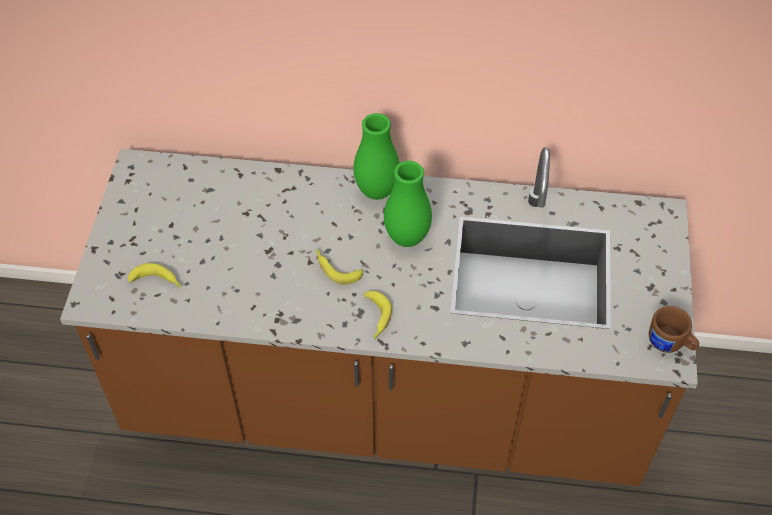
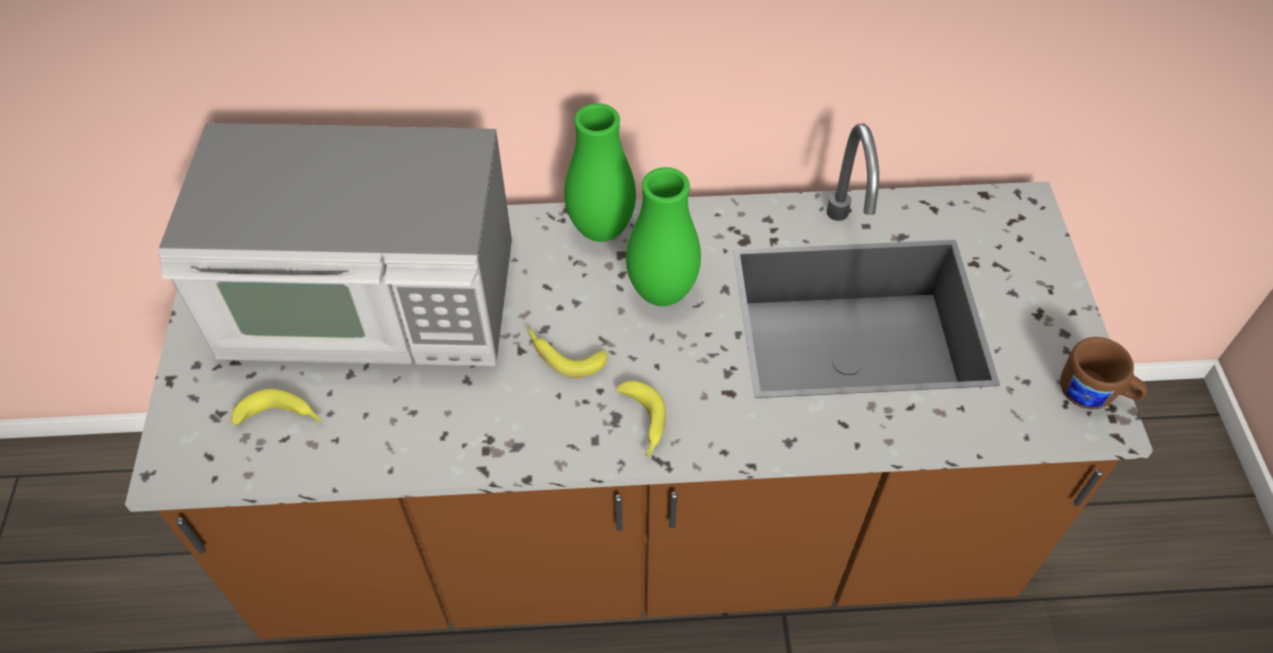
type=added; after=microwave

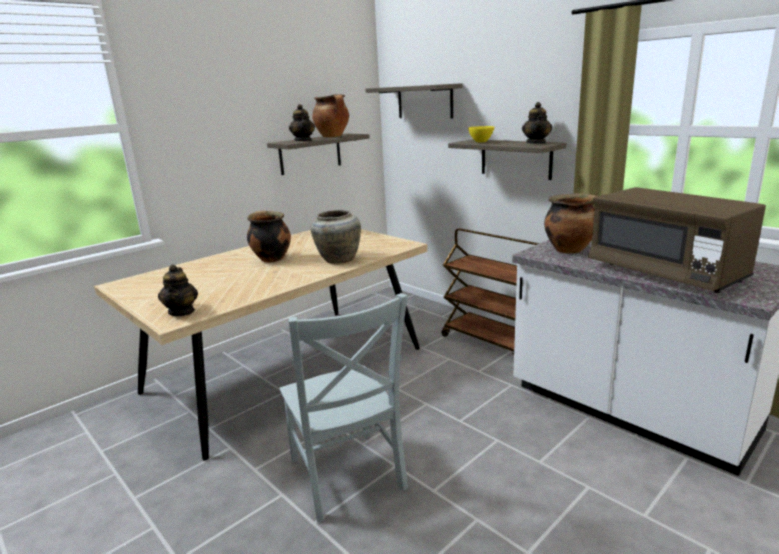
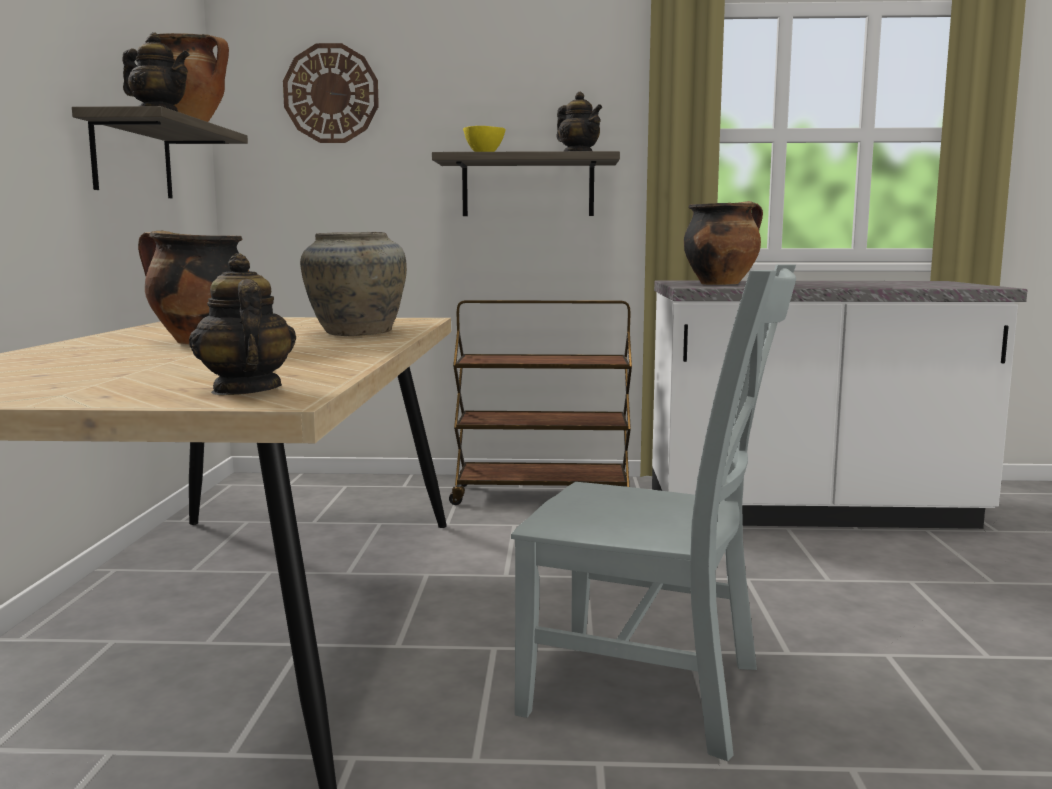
type=removed; before=brown microwave
type=replaced; before=shelf (2nd from left); after=wall clock
type=turned; before=teapot (1st from left in the first image); turn=-150

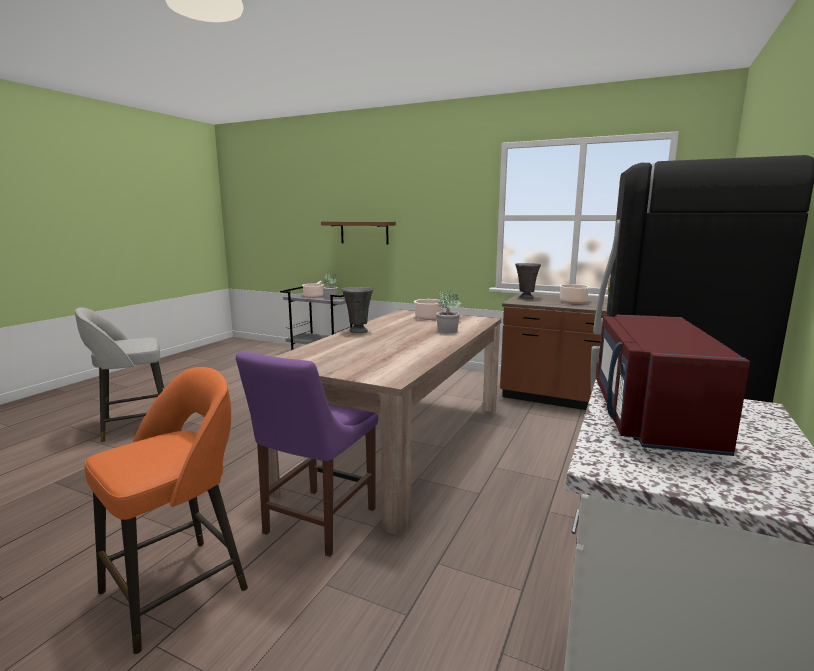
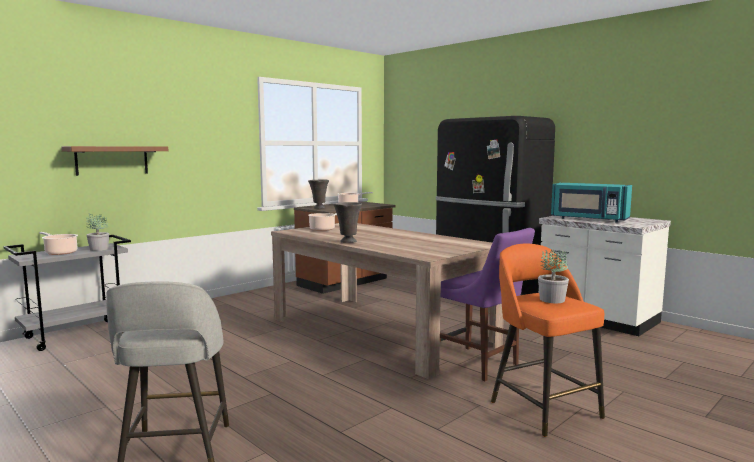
type=moved; before=potted plant (2nd from left)
type=recoloured; before=red microwave; after=turquoise microwave

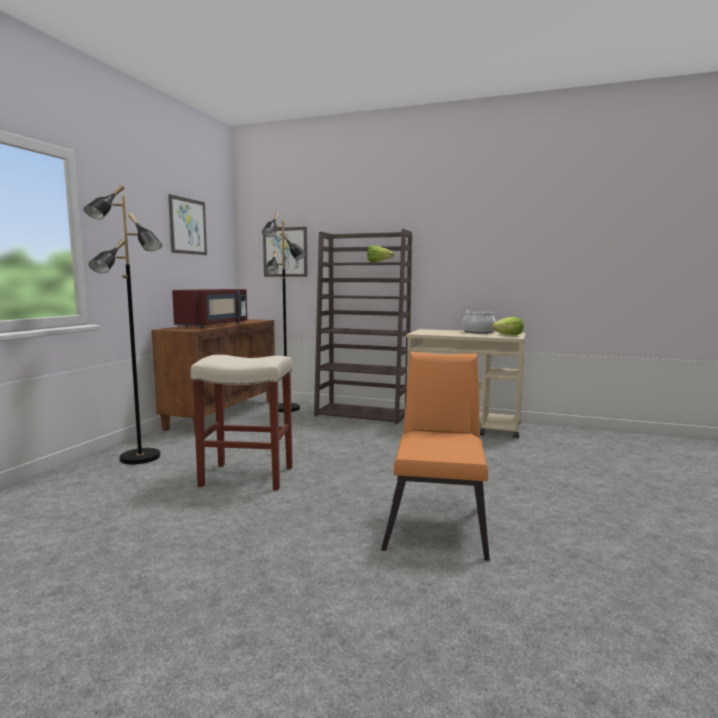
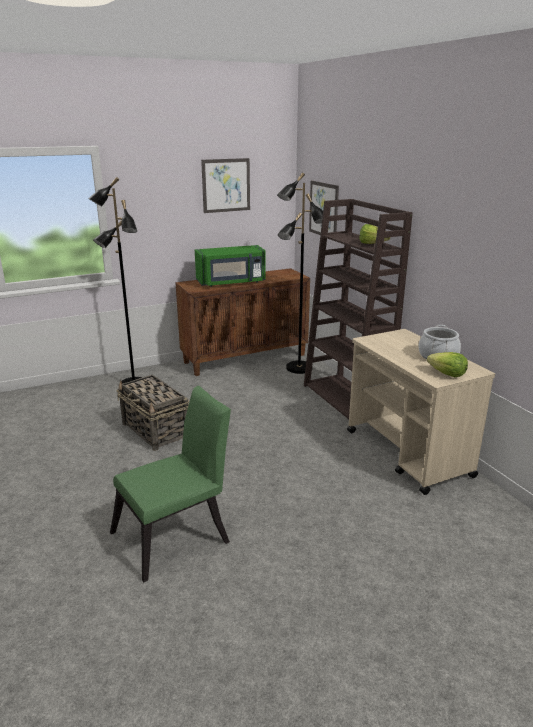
type=replaced; before=beige stool; after=basket
type=recoloured; before=red microwave; after=green microwave
type=recoloured; before=orange chair; after=green chair

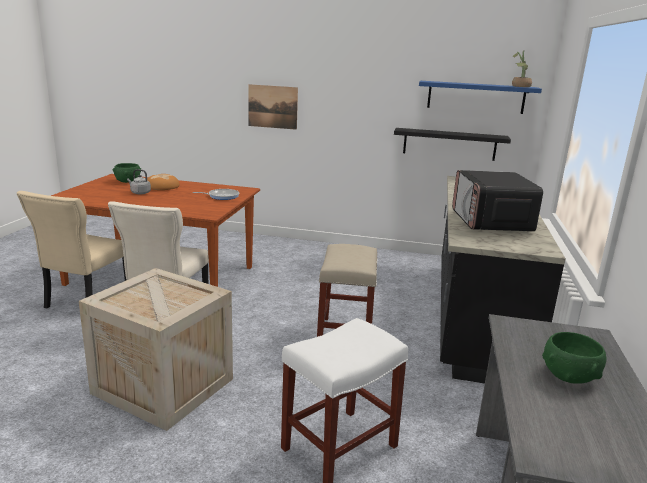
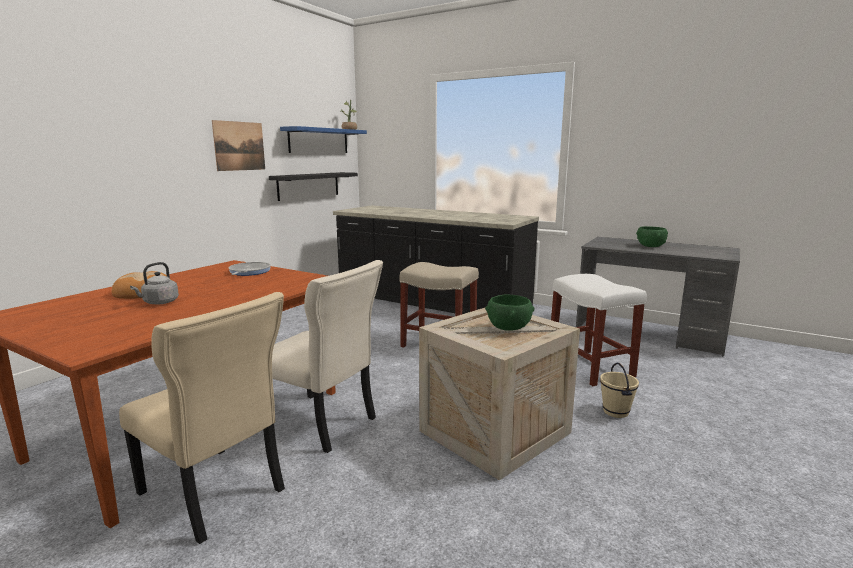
type=removed; before=microwave
type=added; after=beige bucket
type=moved; before=green bowl (1st from left)
type=moved; before=picture

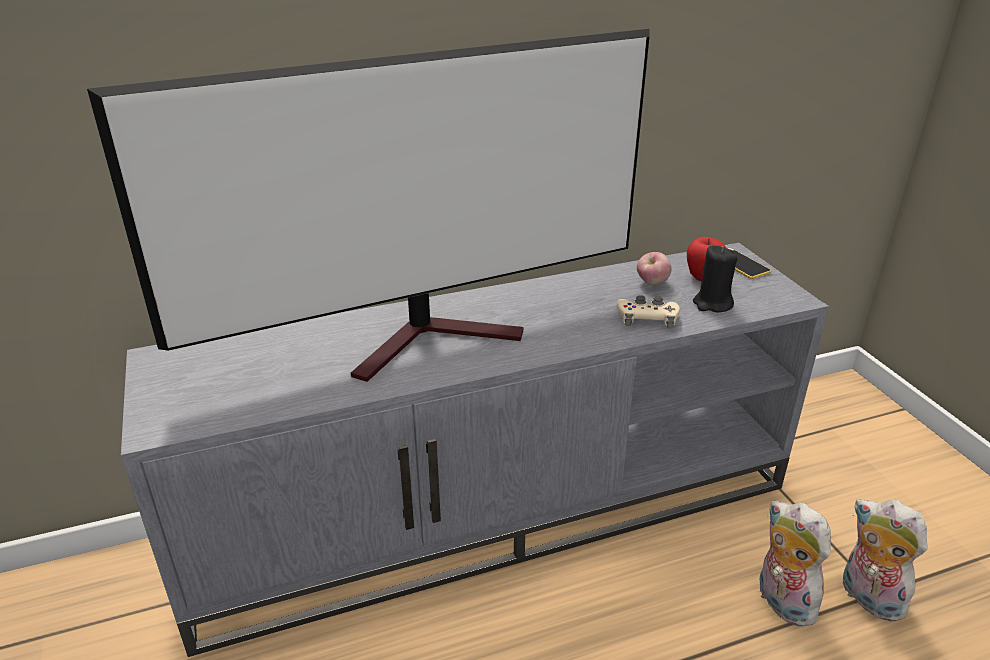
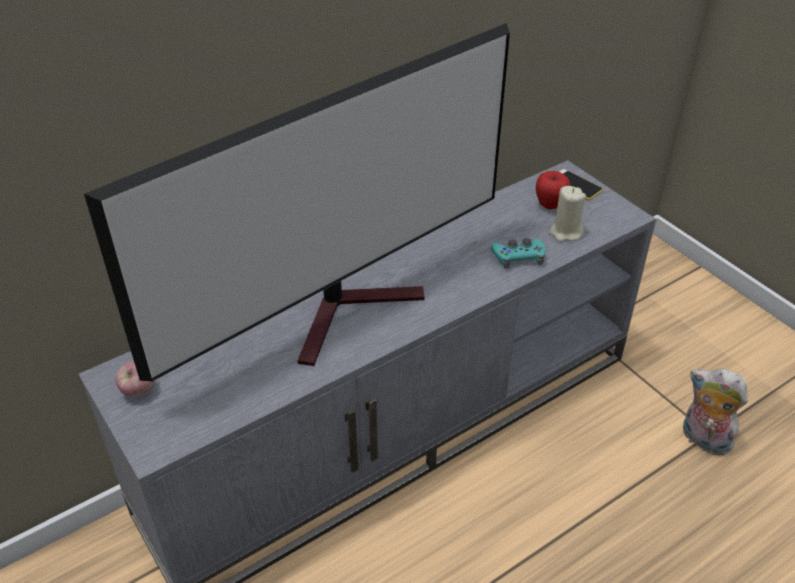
type=removed; before=plush toy (1st from left)
type=moved; before=apple (1st from left)
type=recoloured; before=beige game controller; after=turquoise game controller
type=recoloured; before=black candle; after=beige candle

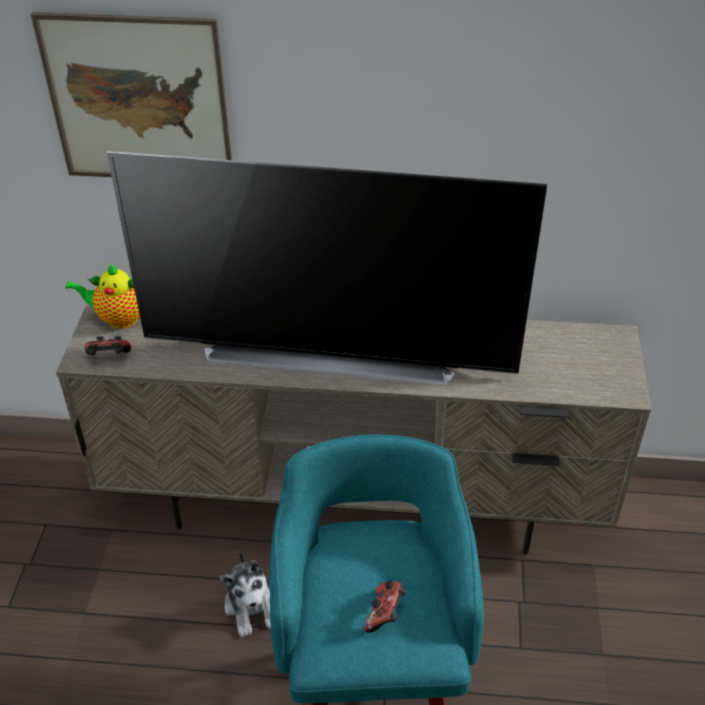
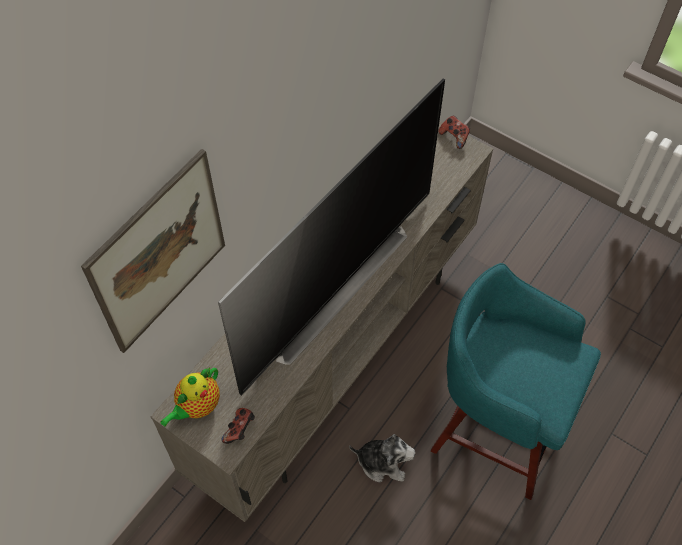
type=moved; before=game controller (2nd from left)

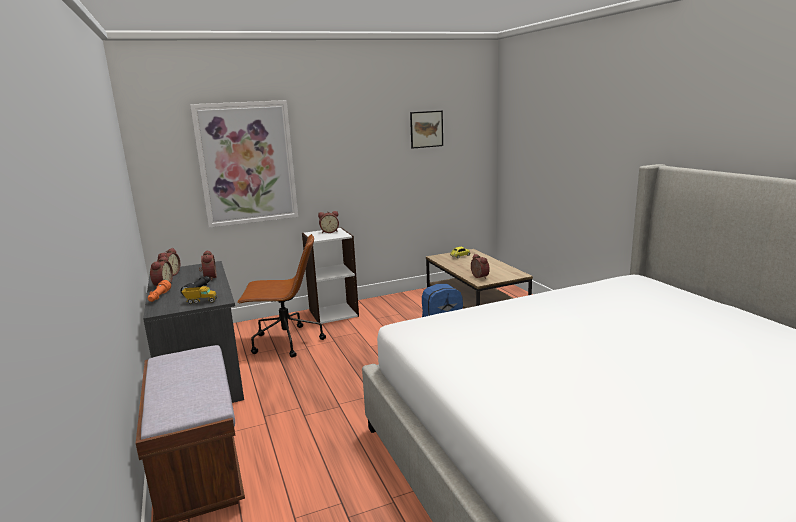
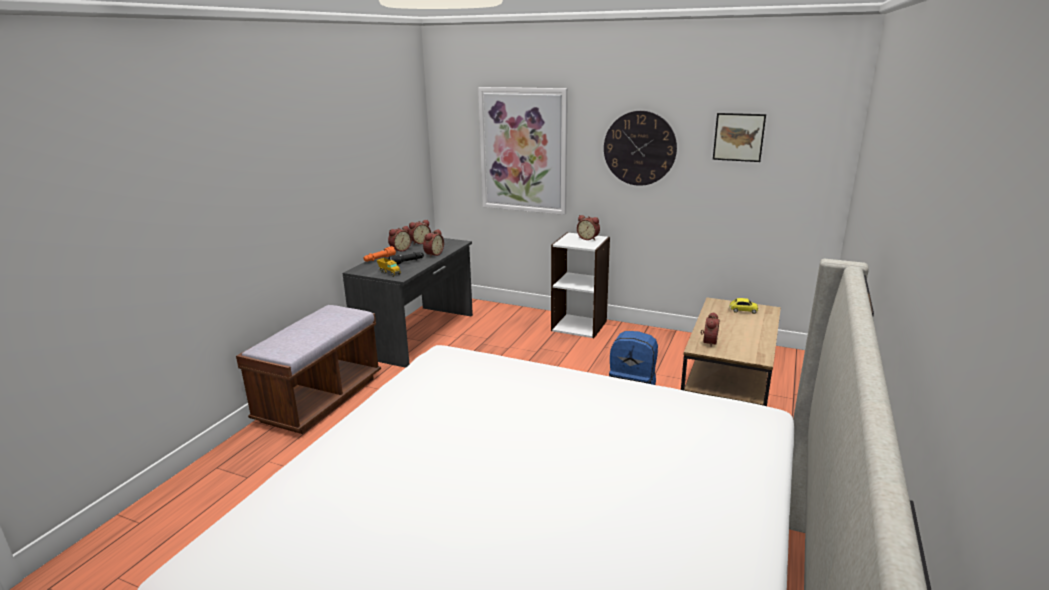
type=removed; before=brown office chair
type=added; after=wall clock

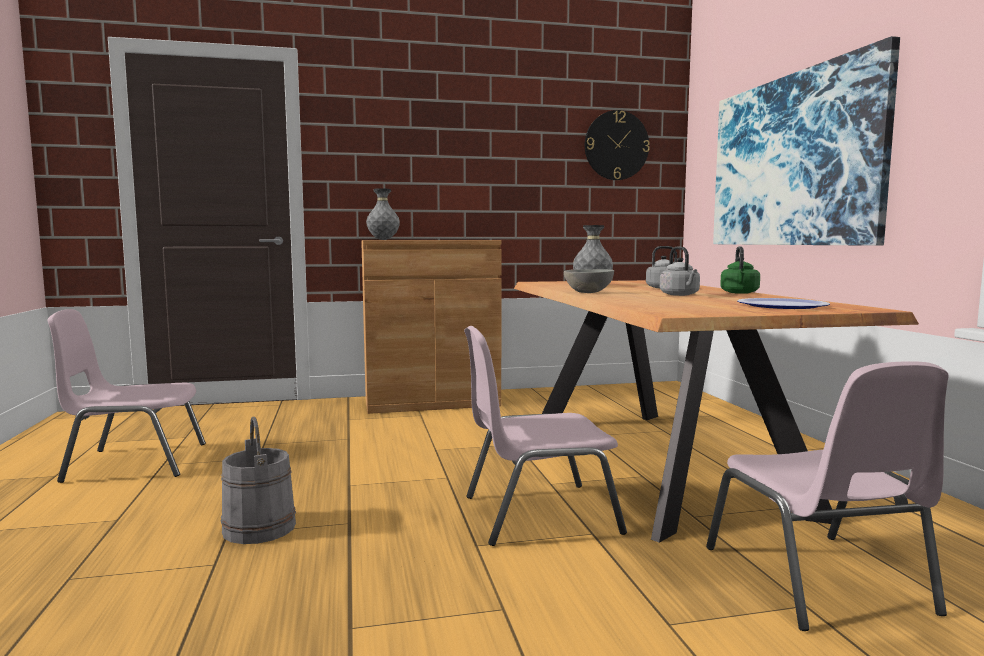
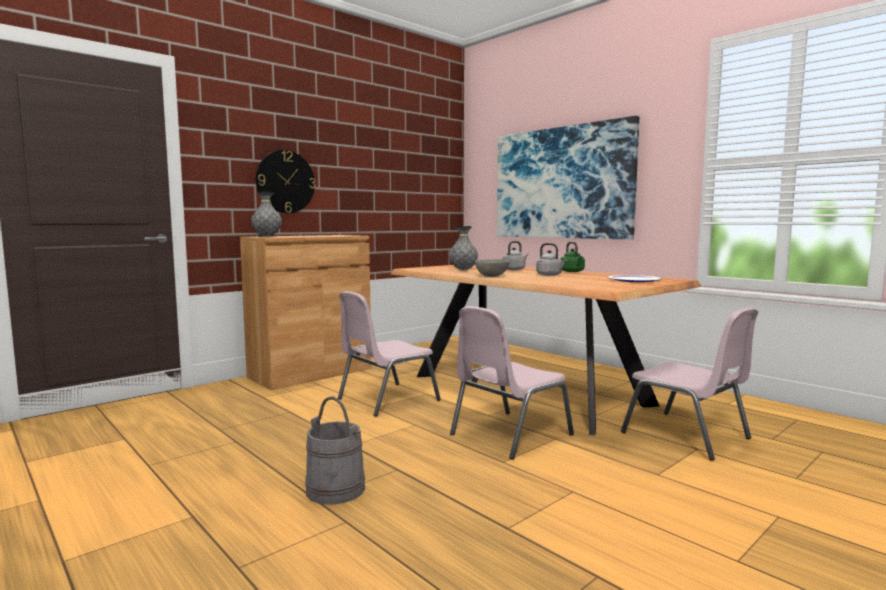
type=moved; before=pink chair (1st from left)
type=moved; before=wall clock

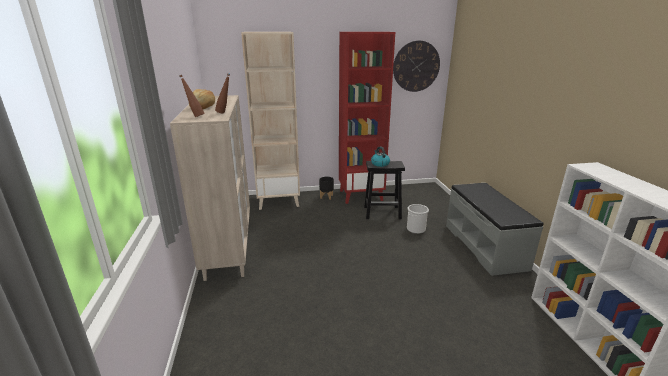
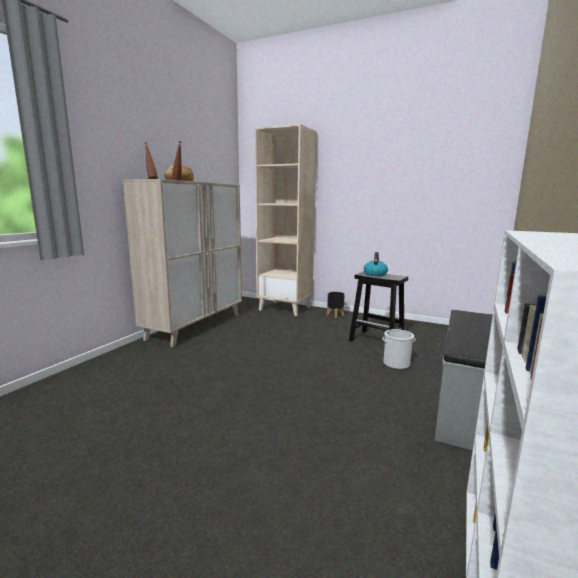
type=removed; before=red bookcase
type=removed; before=wall clock

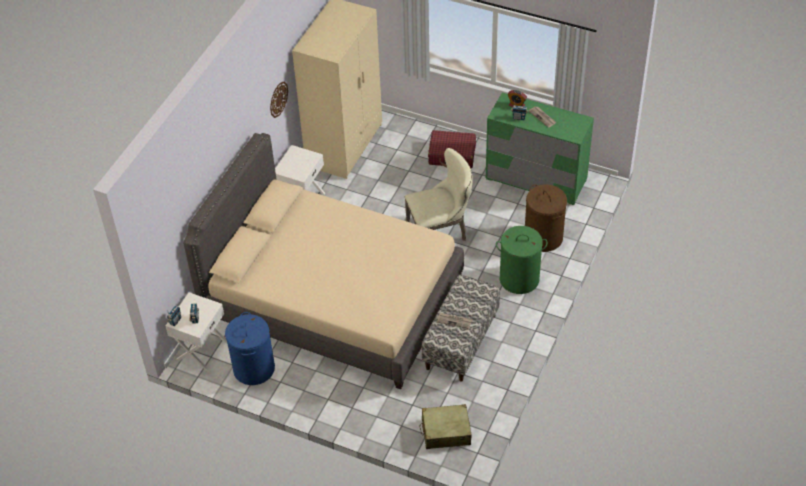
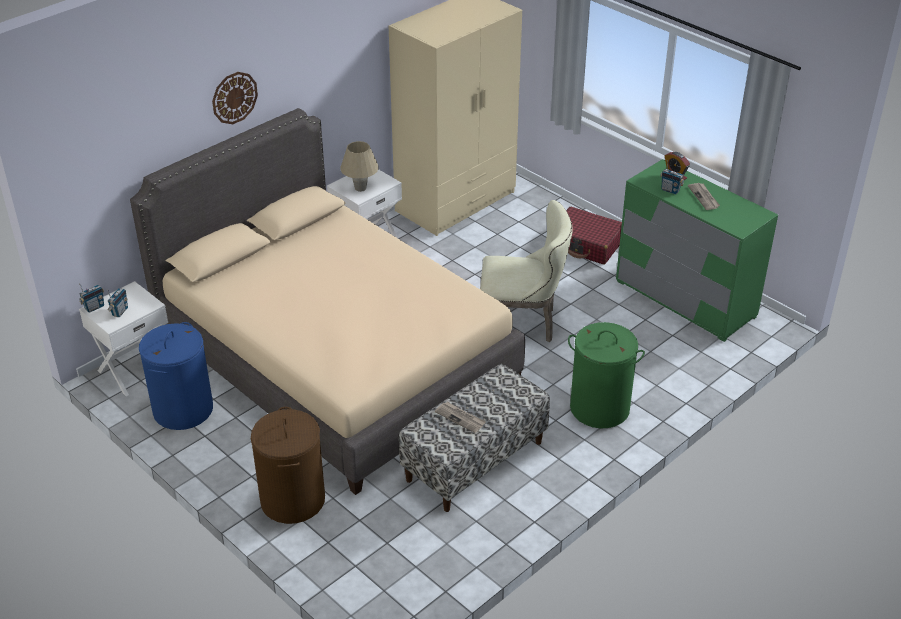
type=removed; before=beige suitcase
type=added; after=beige table lamp
type=moved; before=wall clock
type=moved; before=brown laundry basket

